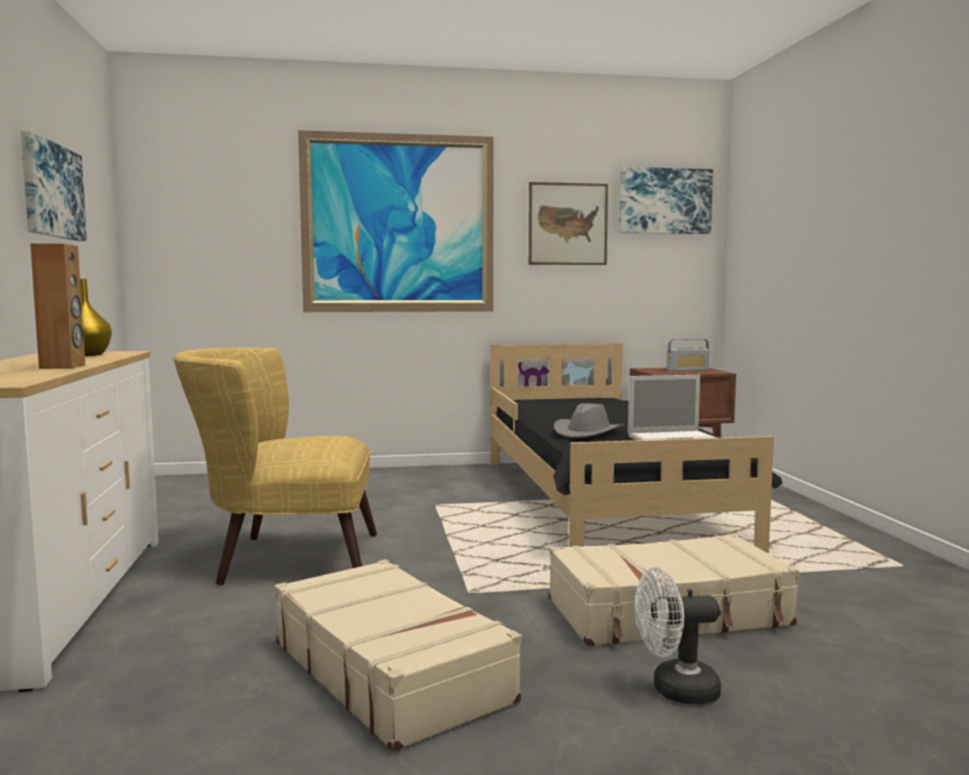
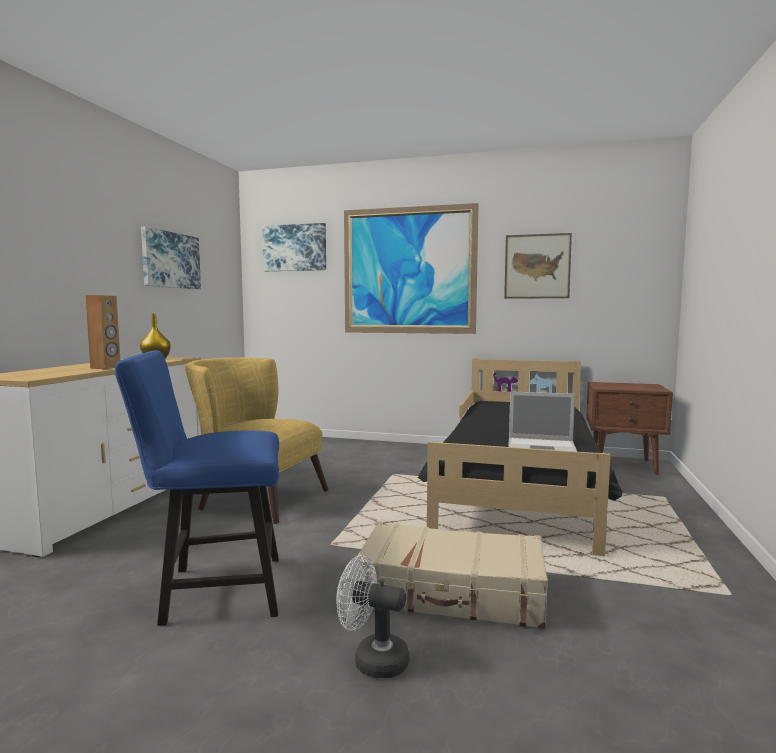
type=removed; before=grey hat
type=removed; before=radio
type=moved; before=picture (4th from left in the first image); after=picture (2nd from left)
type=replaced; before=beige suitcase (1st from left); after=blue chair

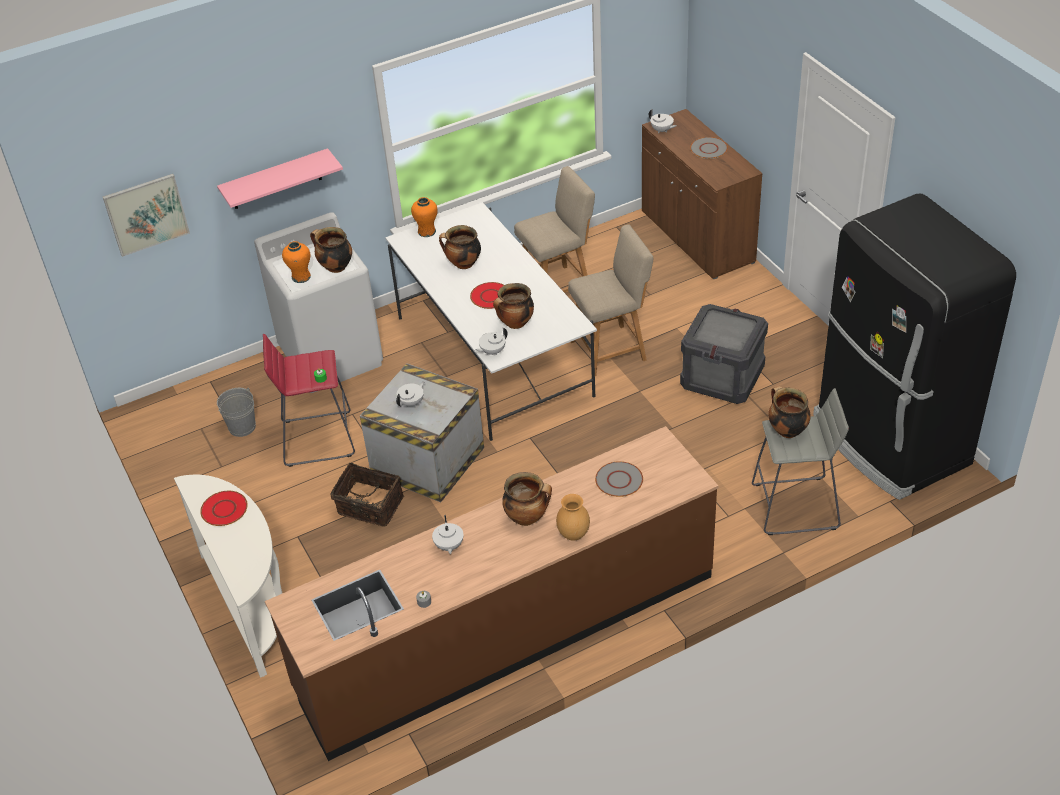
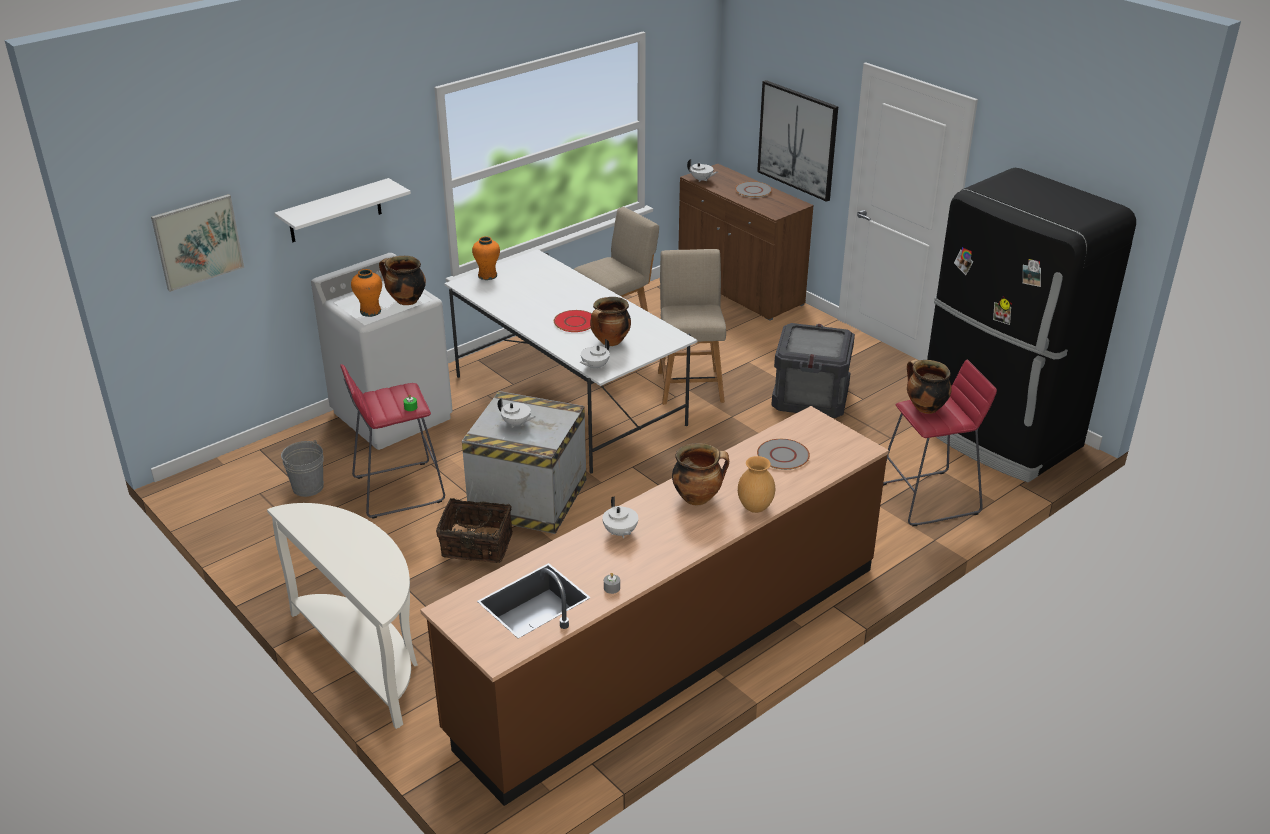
type=removed; before=red plate (1st from left)
type=removed; before=cooking pot (2nd from left)
type=added; after=picture (2nd from left)
type=recoloured; before=pink shelf; after=white shelf
type=recoloured; before=grey stool; after=red stool (2nd from left)
type=turned; before=white teapot (1st from left); turn=90
type=turned; before=beige chair (2nd from left); turn=-60

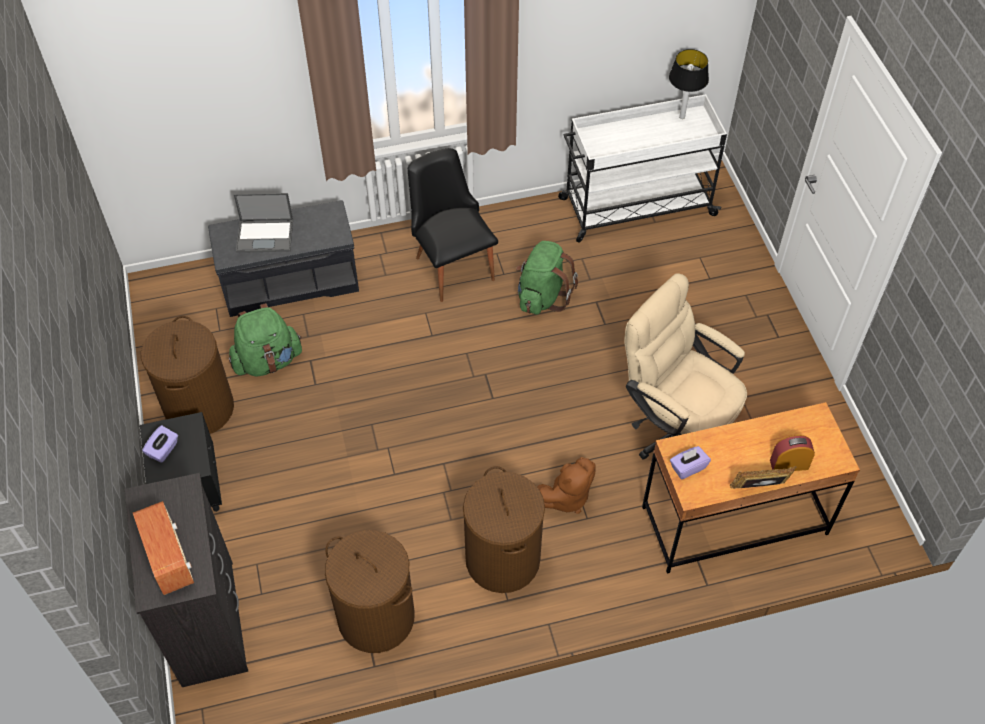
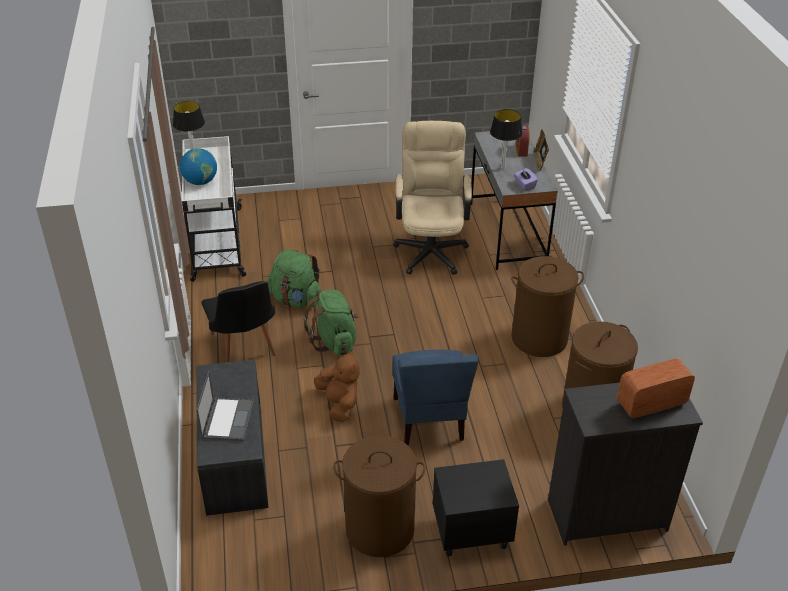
type=removed; before=purple tissue box (1st from left)
type=added; after=globe
type=added; after=blue chair
type=added; after=table lamp (2nd from left)
type=moved; before=green backpack (1st from left in the first image); after=green backpack (2nd from left)
type=moved; before=brown plush toy
type=recoloured; before=brown desk; after=grey desk
type=turned; before=black chair; turn=-90
type=turned; before=beige office chair; turn=135

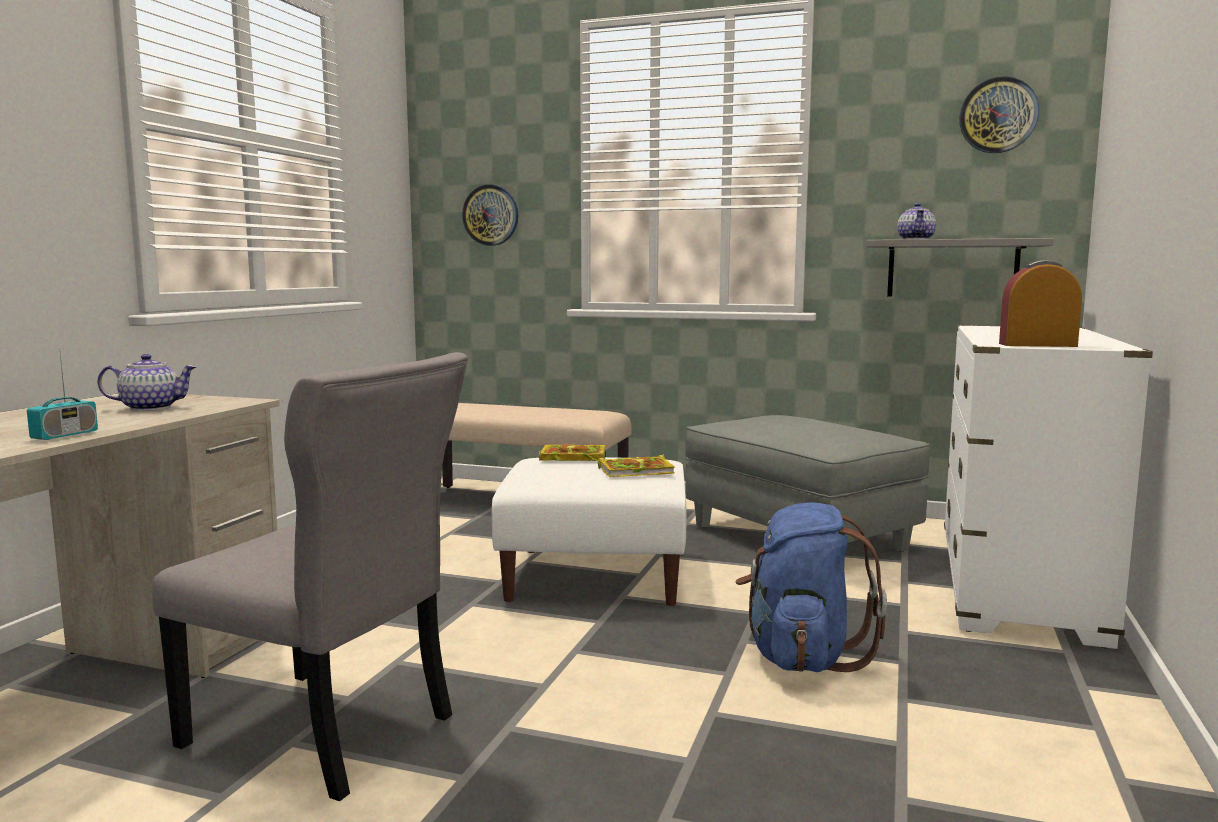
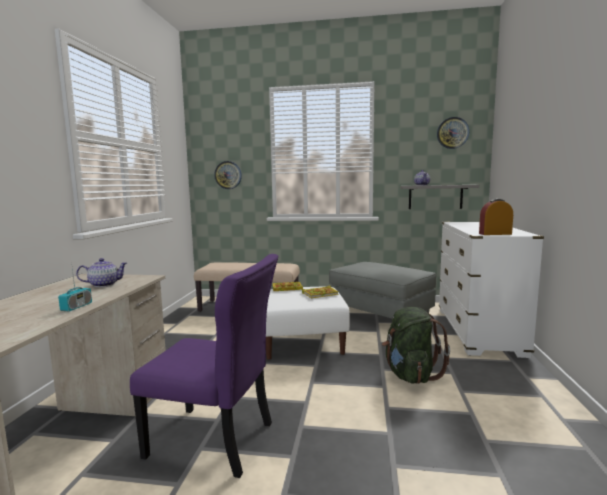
type=recoloured; before=grey chair; after=purple chair
type=recoloured; before=blue backpack; after=green backpack

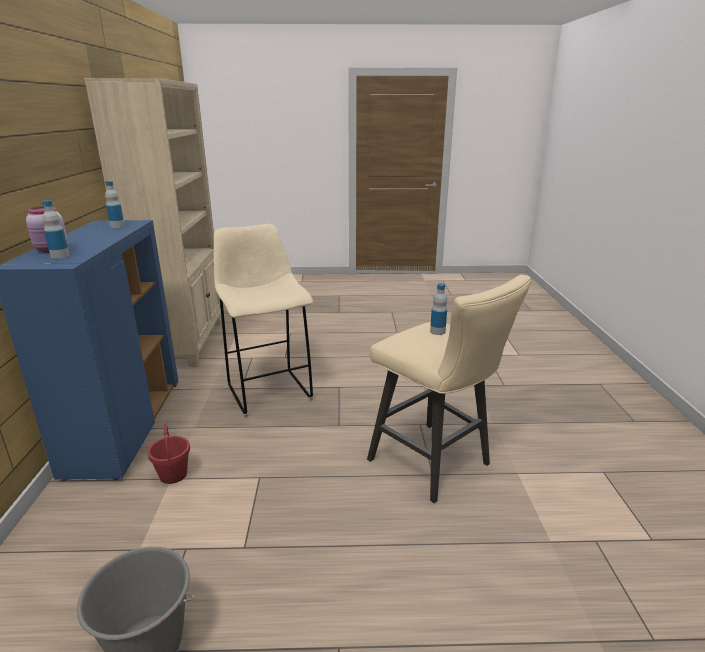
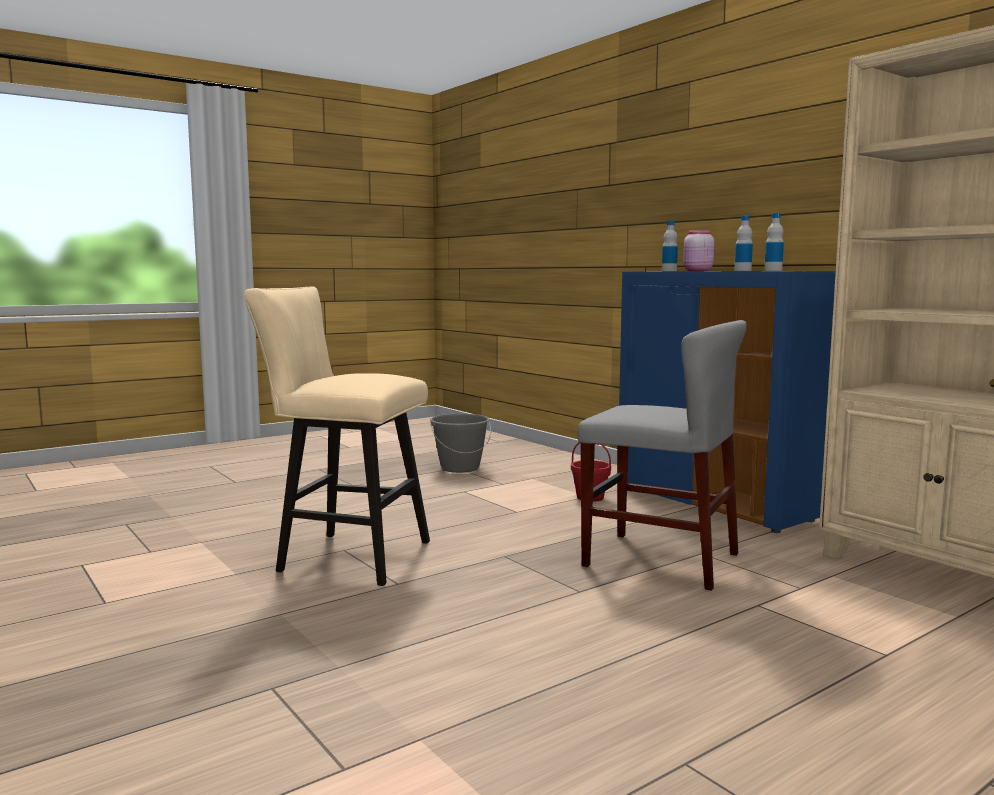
type=moved; before=bottle (3rd from left in the first image); after=bottle (2nd from left)
type=replaced; before=beige stool (1st from left); after=grey chair

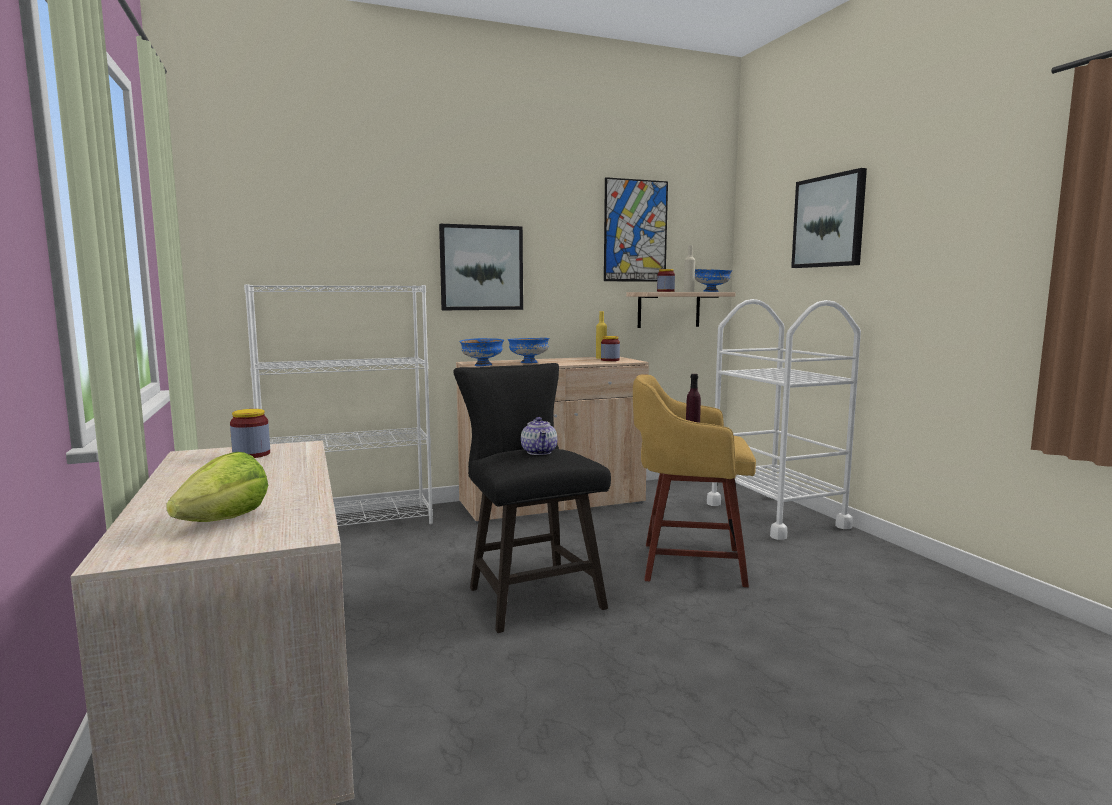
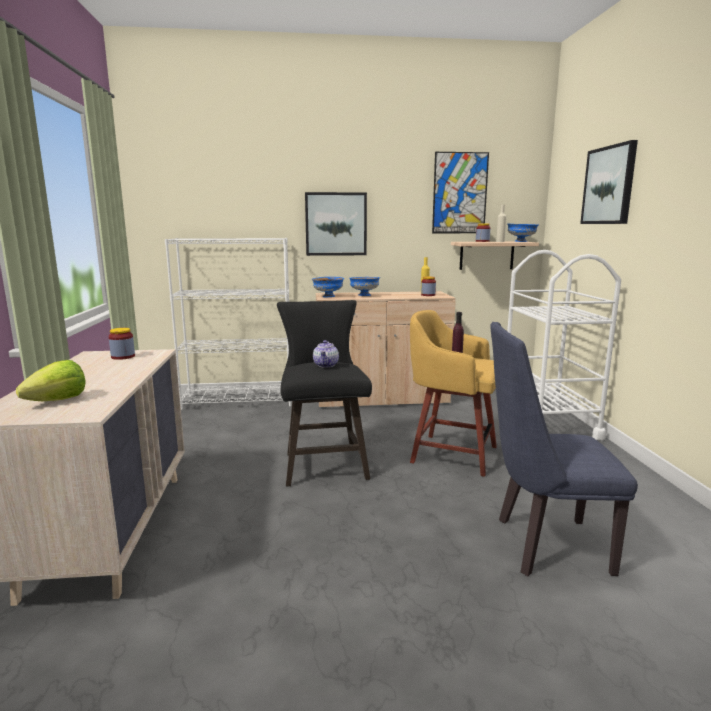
type=added; after=blue chair

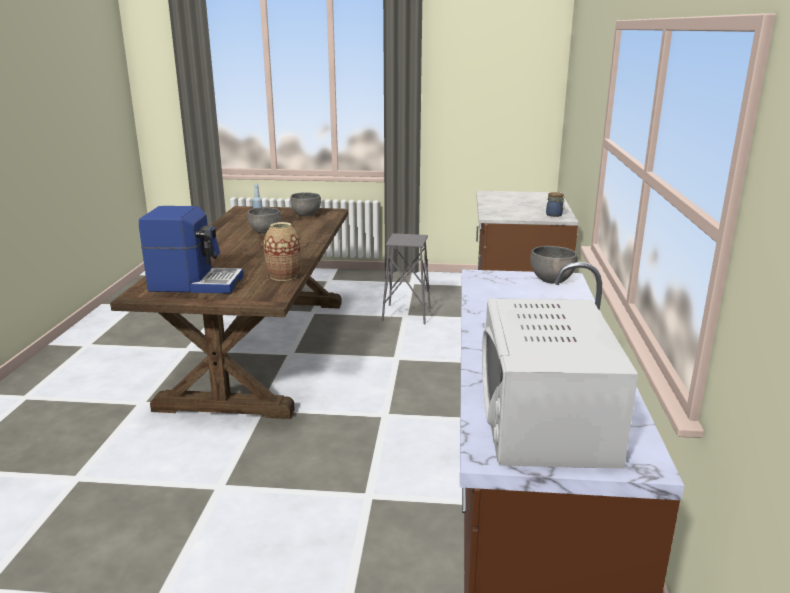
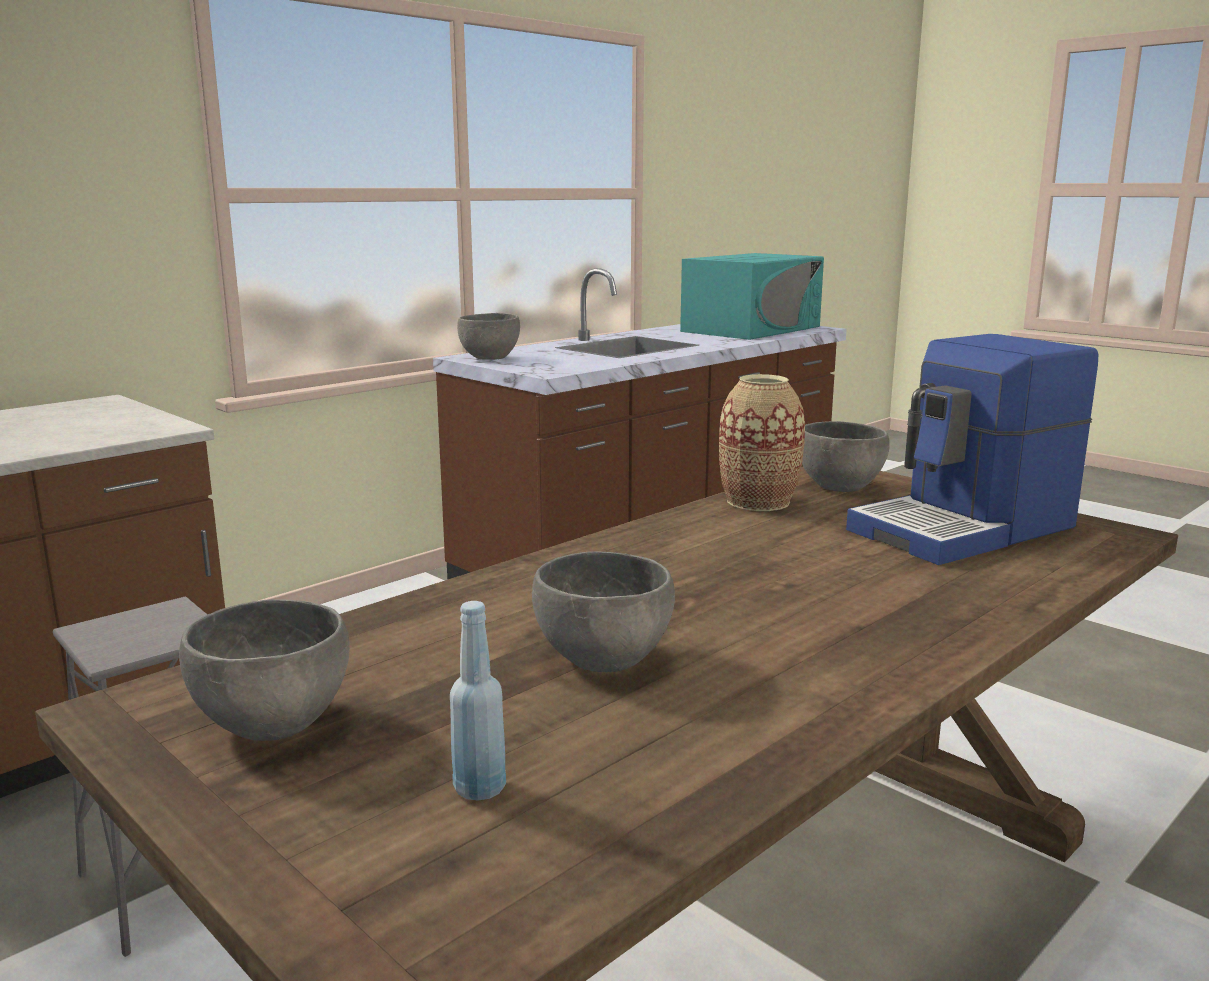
type=removed; before=jar
type=added; after=grey bowl (4th from left)
type=recoloured; before=white microwave; after=turquoise microwave
type=turned; before=coffee machine; turn=-75

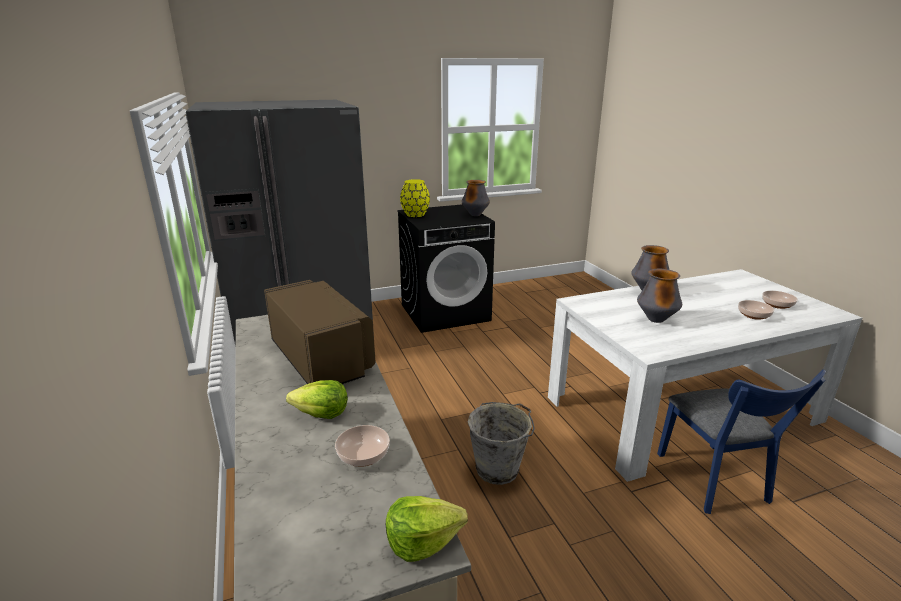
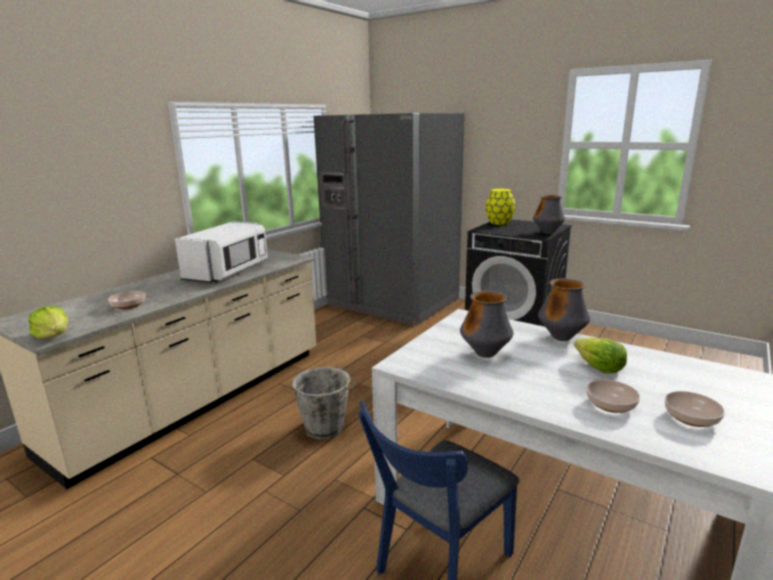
type=moved; before=lettuce (1st from left in the first image); after=lettuce (2nd from left)
type=recoloured; before=brown microwave; after=white microwave

